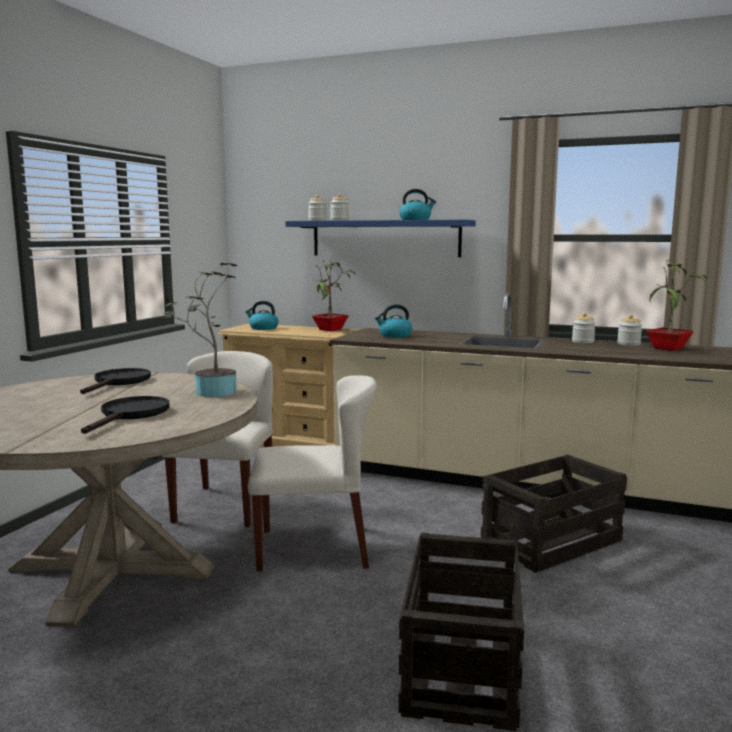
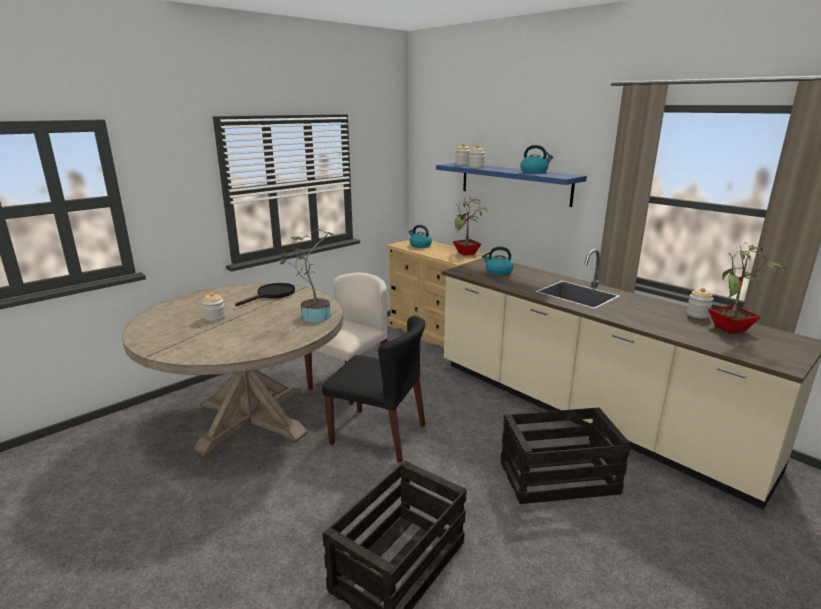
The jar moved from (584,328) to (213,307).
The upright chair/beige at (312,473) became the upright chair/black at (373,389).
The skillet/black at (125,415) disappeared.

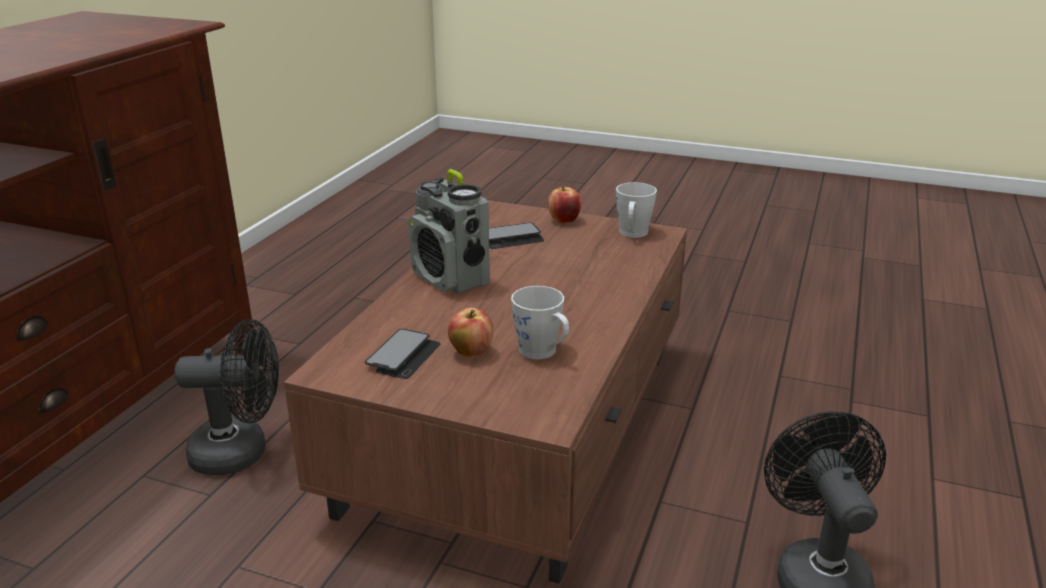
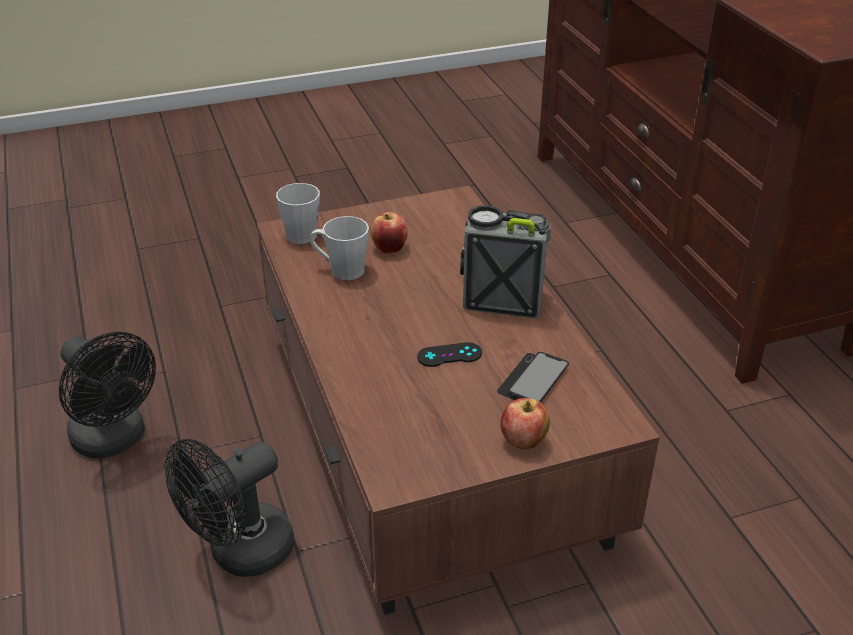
The coffee mug/grey moved from (636,210) to (298,213).
The cooling fan/black moved from (226,397) to (229,508).
The handset at (402,354) disappeared.
The joypad/black at (449,354) appeared.

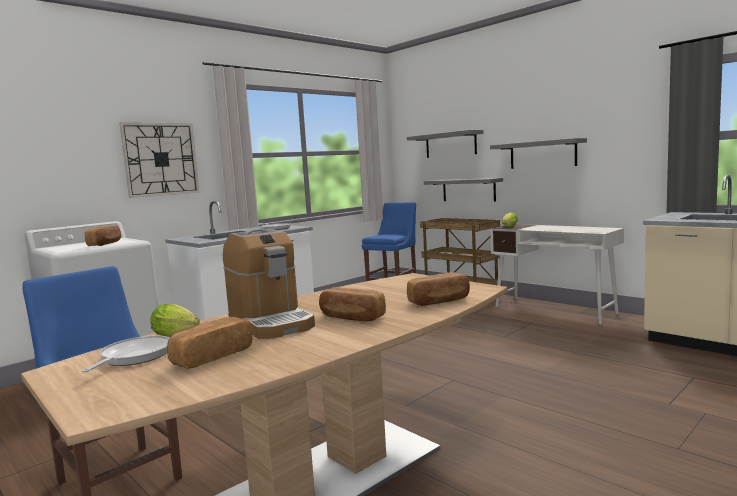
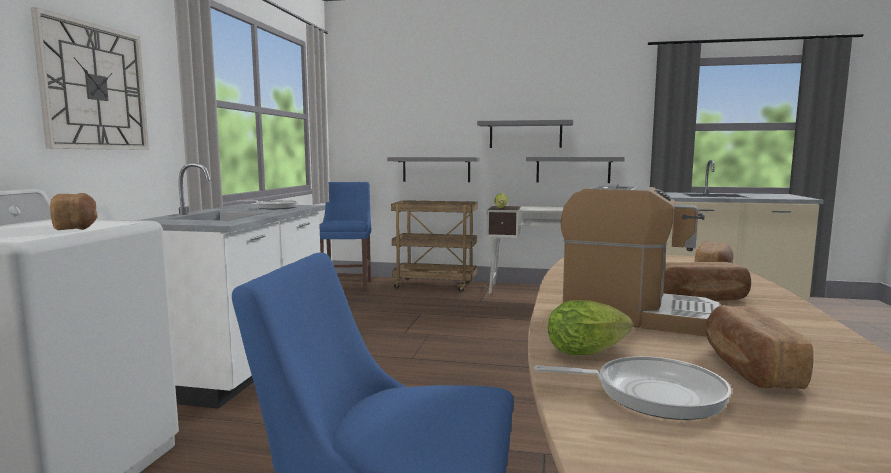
The shelf/grey moved from (445,144) to (575,170).
The skillet at (125,354) turned 120 degrees clockwise.

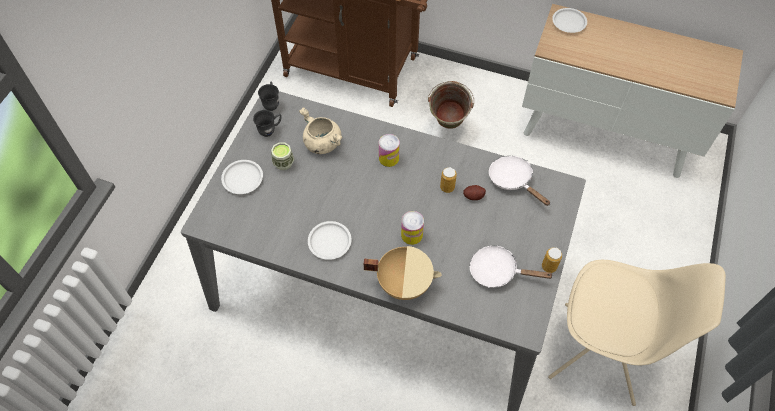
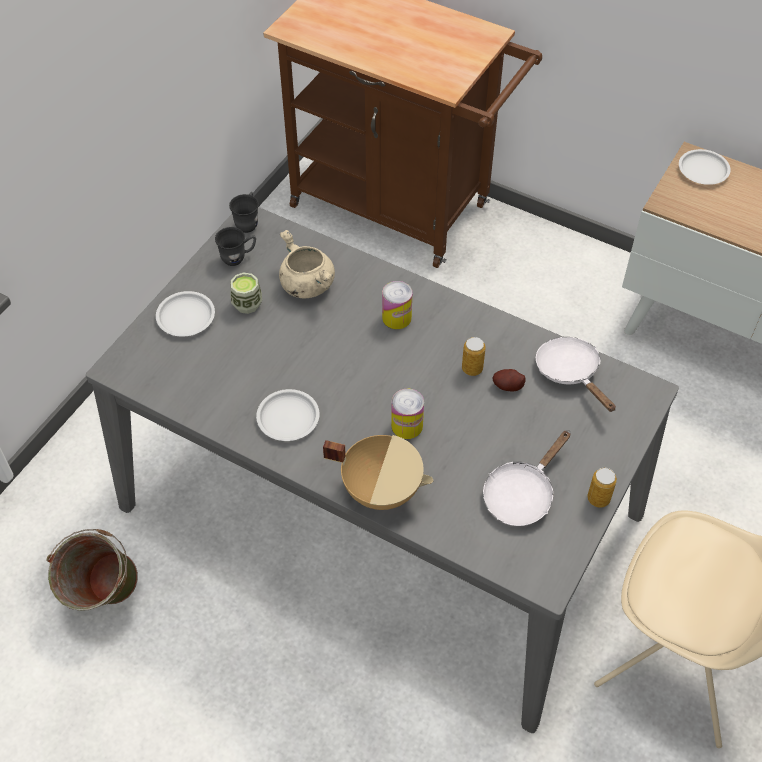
The pail/green-coloured moved from (451,105) to (92,570).
The skillet/white-coloured at (512,266) turned 75 degrees counterclockwise.

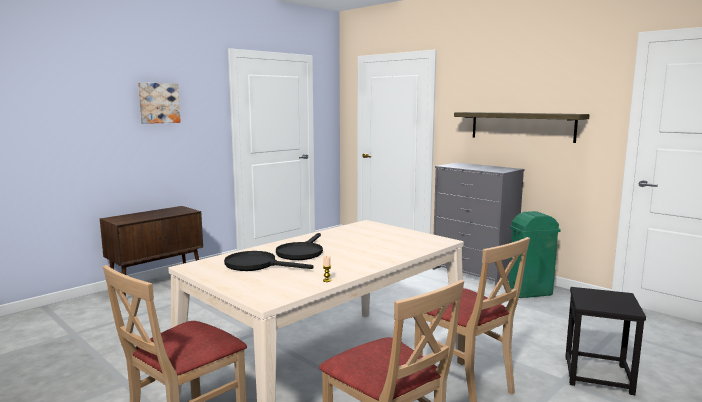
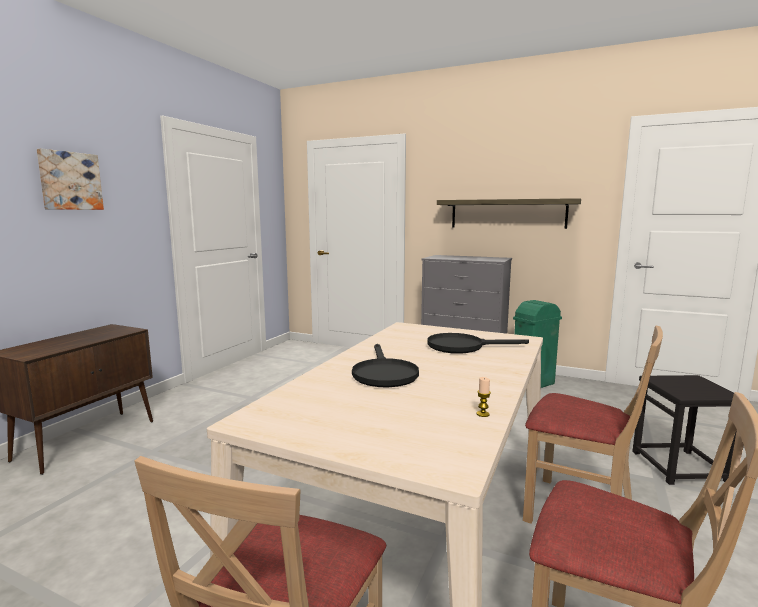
The skillet/black moved from (269,261) to (478,343).

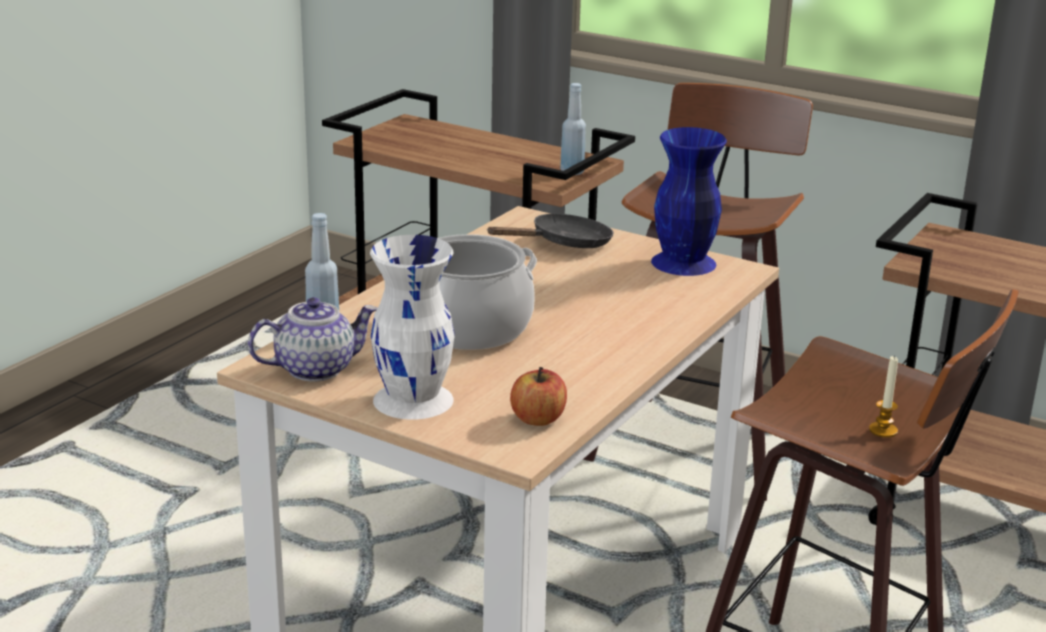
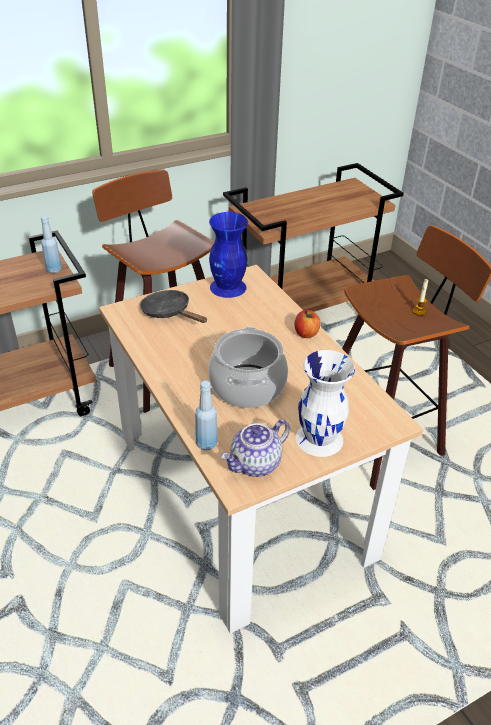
The skillet/black at (551,230) turned 45 degrees counterclockwise.
The tea pot at (312,339) turned 135 degrees counterclockwise.
The whole apple moved from (538,396) to (307,324).

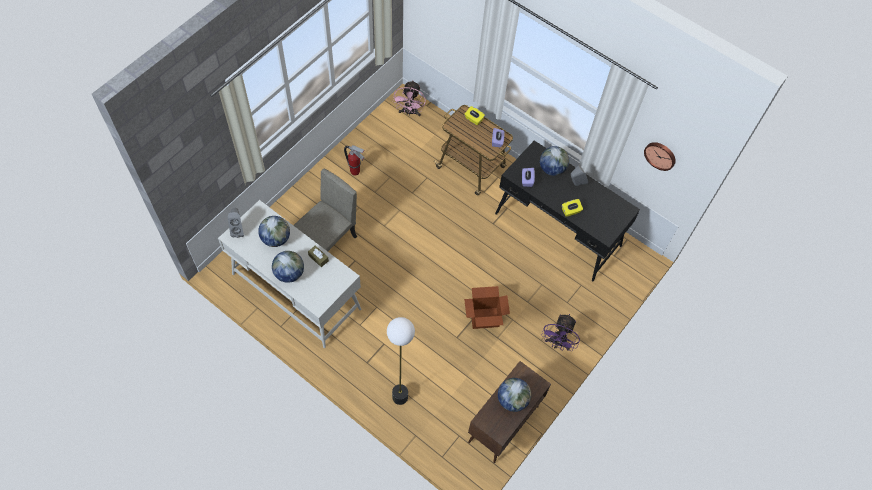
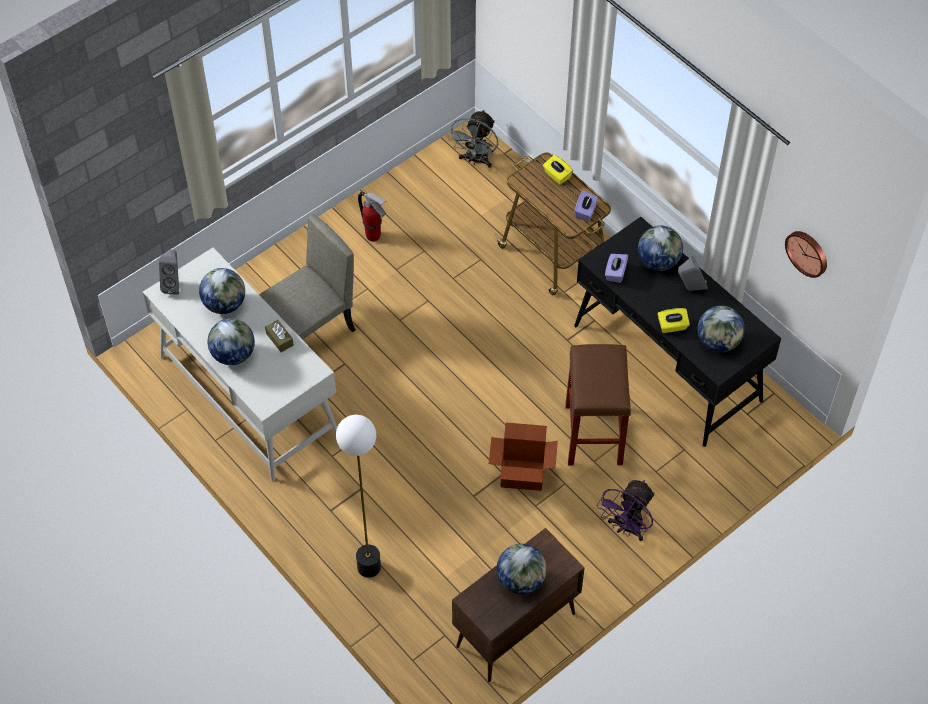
The cooling fan/pink-coloured at (409,98) became the cooling fan/grey at (473,139).
The globe at (721,329) appeared.
The stool seat/brownish at (598,404) appeared.

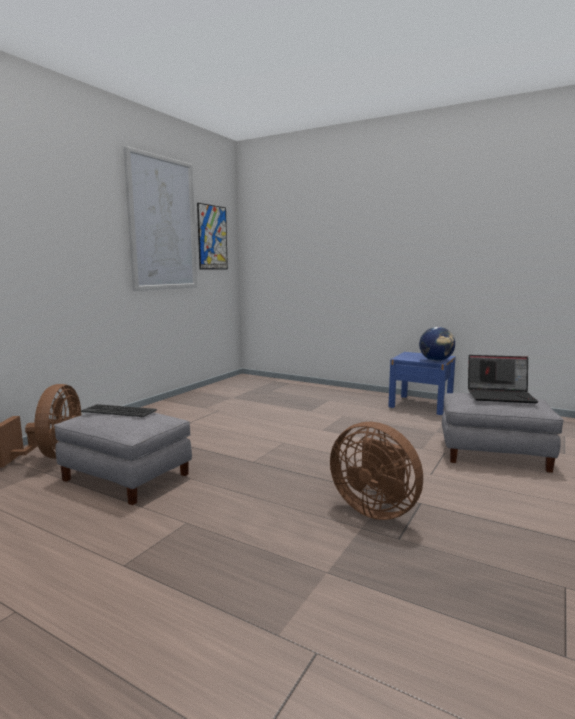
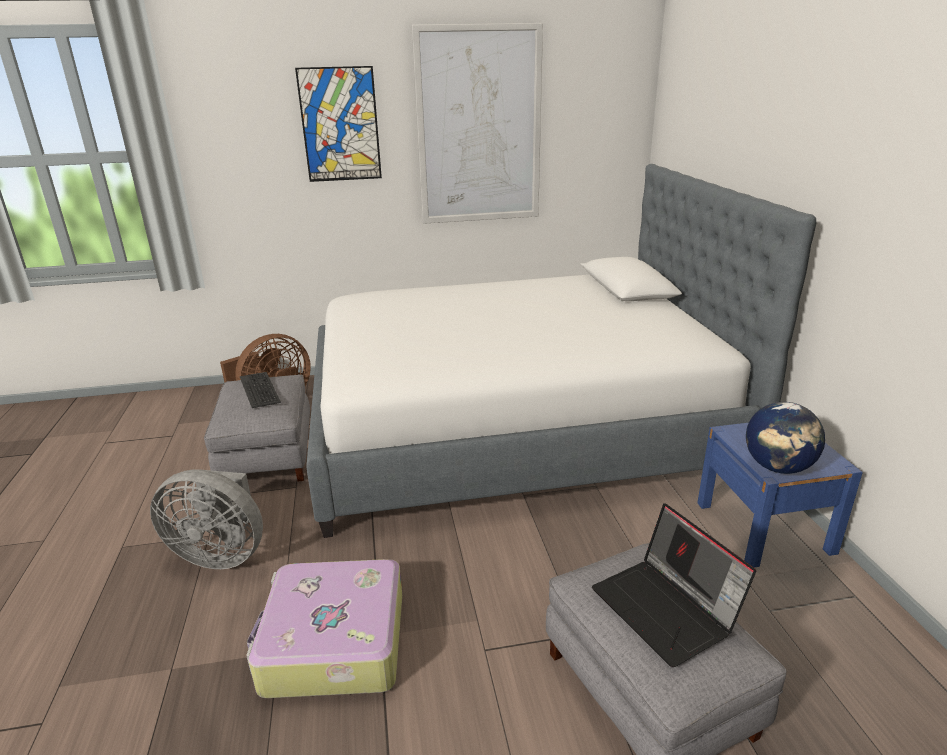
The wall picture moved from (212,236) to (338,124).
The cooling fan/brownish at (376,471) was replaced by the suitcase at (324,628).
The bedroom bed at (561,351) appeared.
The cooling fan/grey at (206,519) appeared.

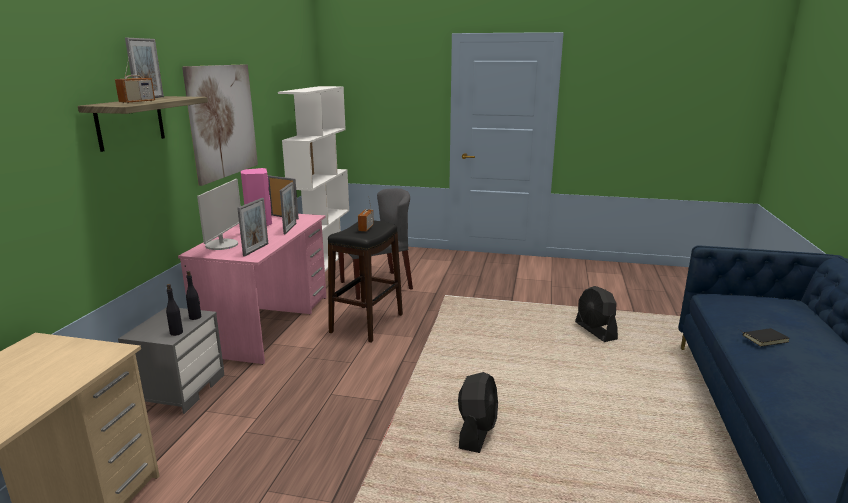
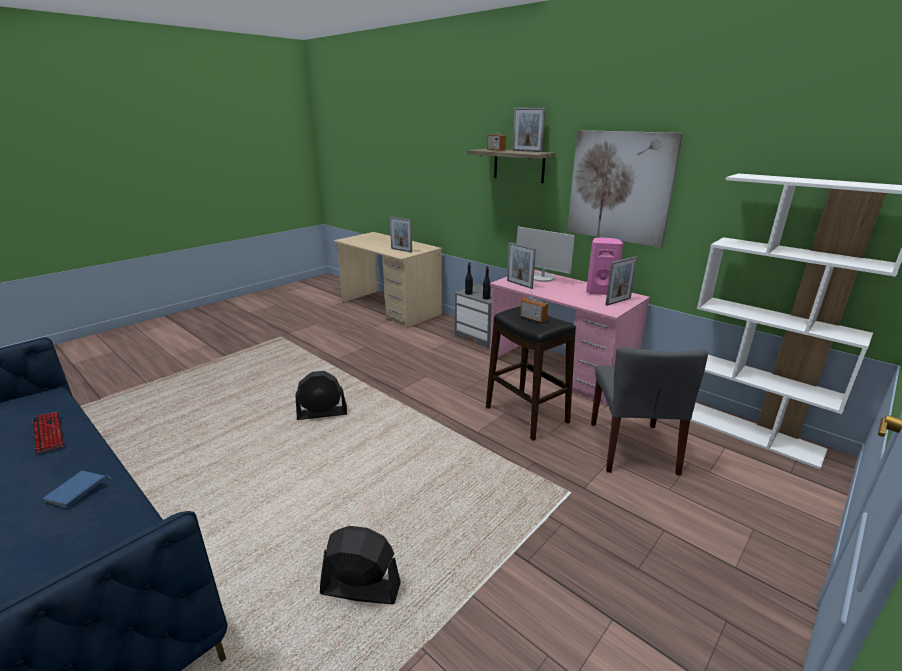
The photo frame moved from (288,208) to (401,235).
The bound book/black at (764,337) became the bound book/bluish at (77,489).
The cooling fan/black at (478,412) turned 60 degrees counterclockwise.
The computer keyboard at (48,433) appeared.

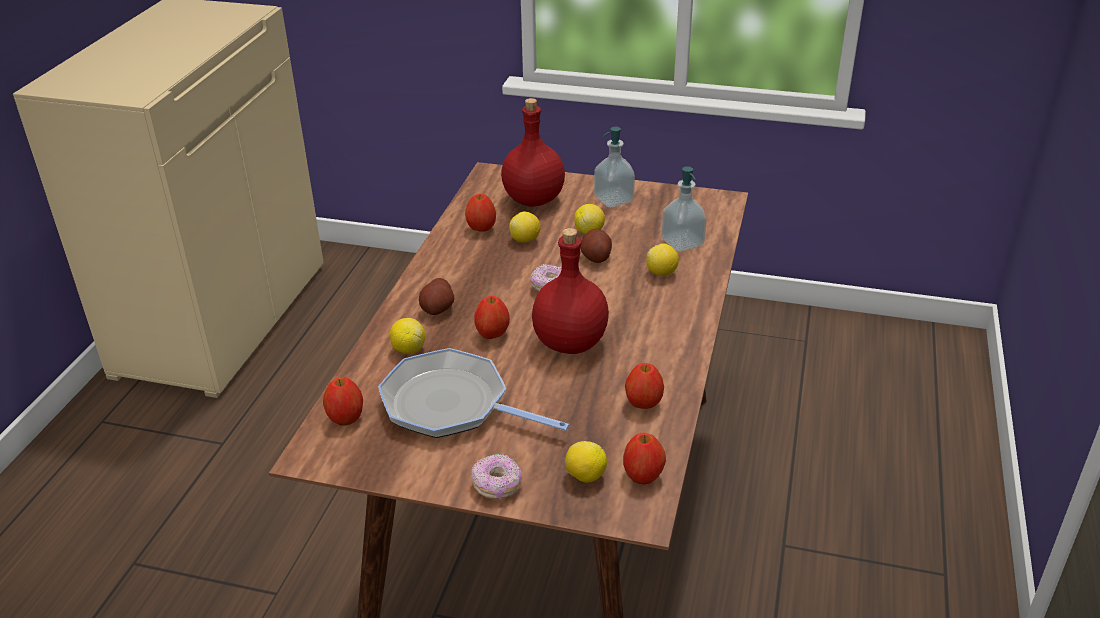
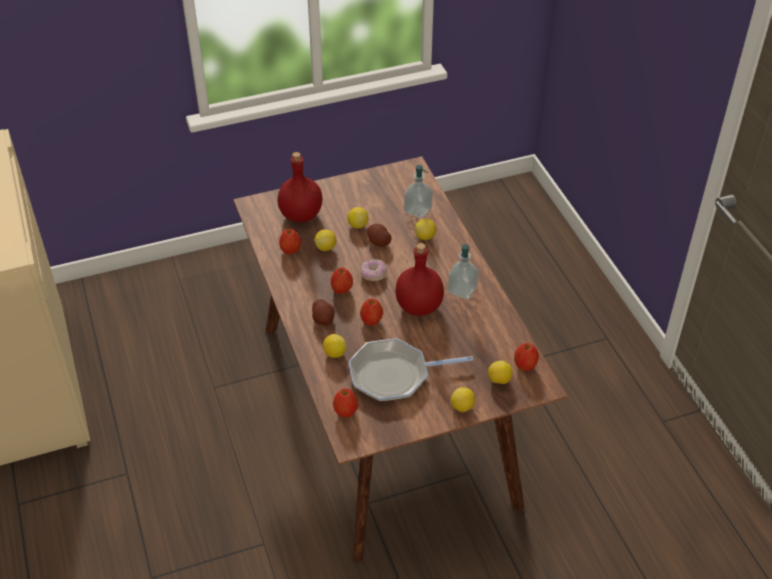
The soap dispenser moved from (614,167) to (463,271).
The whole apple moved from (644,386) to (342,281).
The ring doughnut at (496,476) was replaced by the citrus fruit at (463,399).

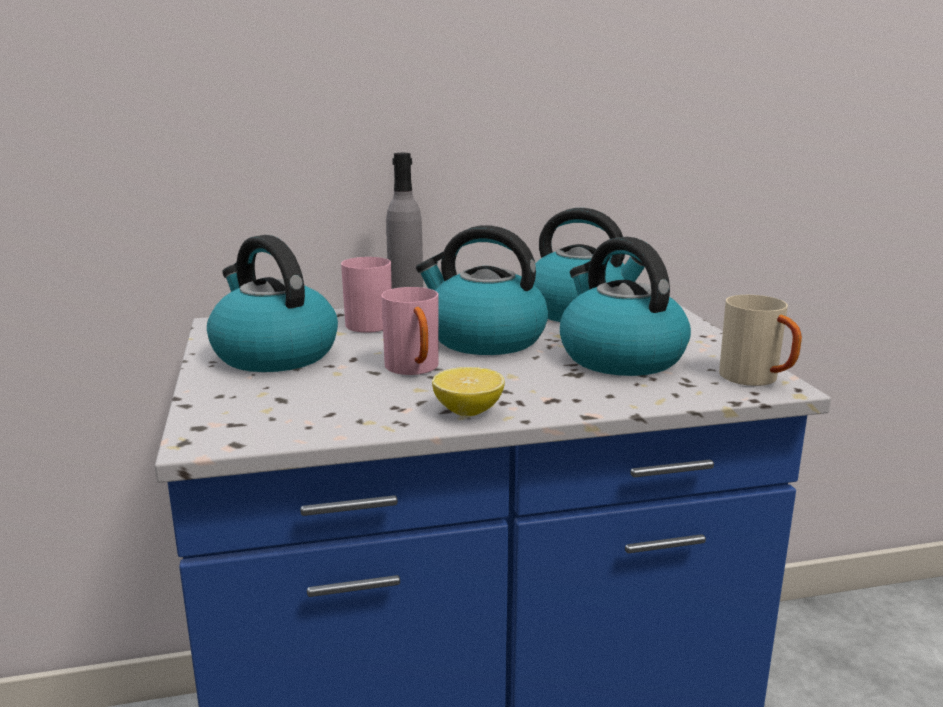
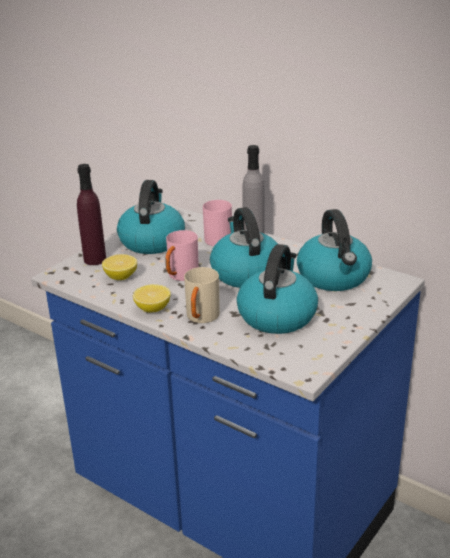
The coffee mug/beige moved from (760,340) to (202,295).
The beverage bottle/purple-coloured at (91,214) appeared.
The citrus fruit at (119,267) appeared.

